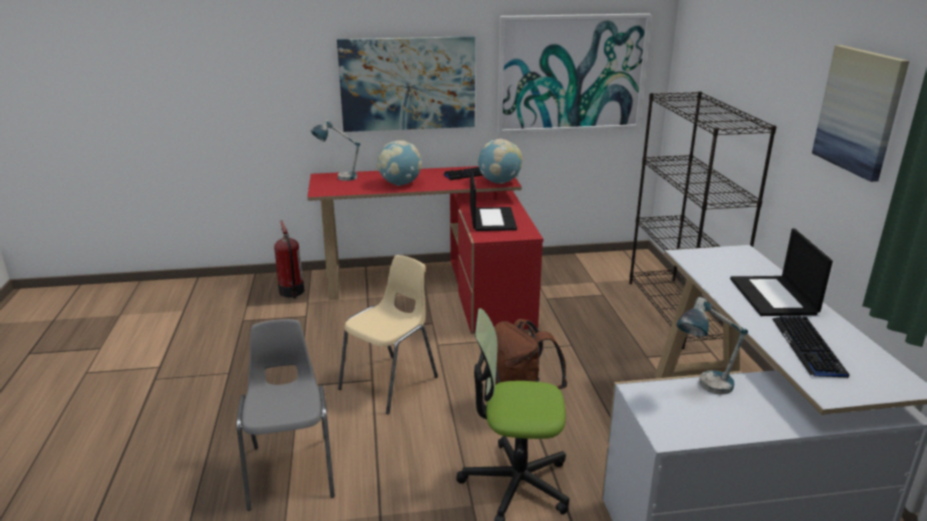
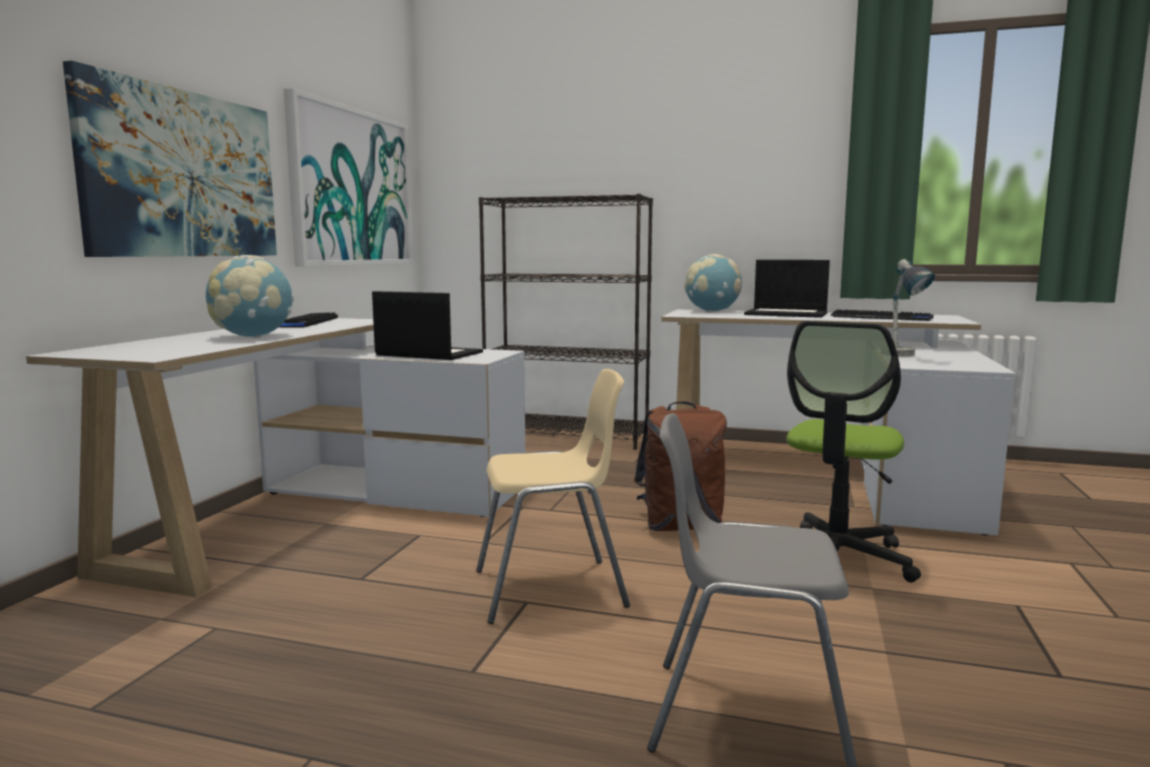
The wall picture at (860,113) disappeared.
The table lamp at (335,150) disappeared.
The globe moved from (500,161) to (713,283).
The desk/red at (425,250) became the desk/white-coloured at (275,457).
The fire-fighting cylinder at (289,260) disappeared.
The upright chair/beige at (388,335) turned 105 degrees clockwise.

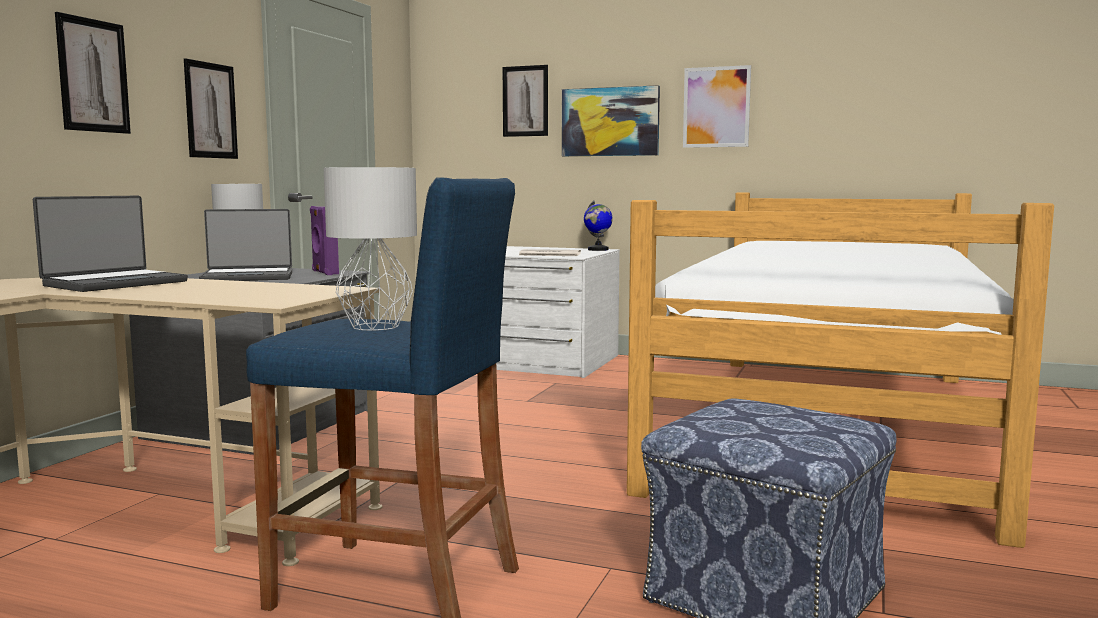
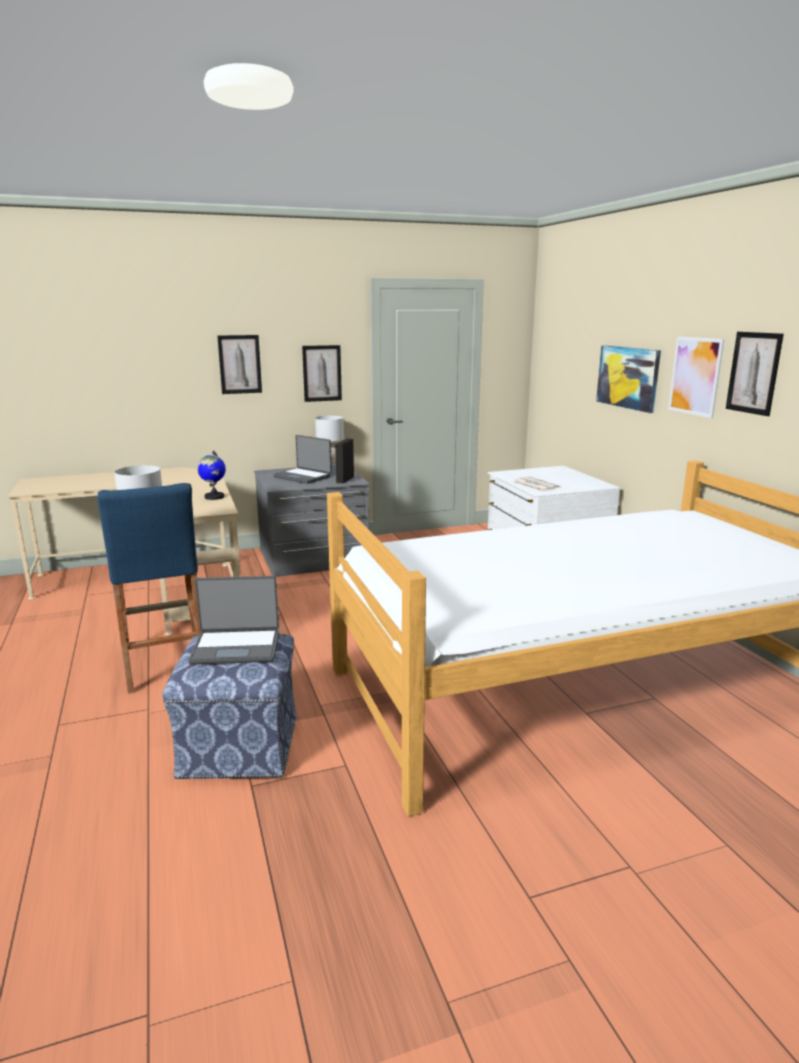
The wall picture moved from (525,101) to (755,374).
The portable computer moved from (110,244) to (233,620).
The globe moved from (598,226) to (211,475).
The audio speaker/purple-coloured at (324,240) became the audio speaker/black at (344,461).

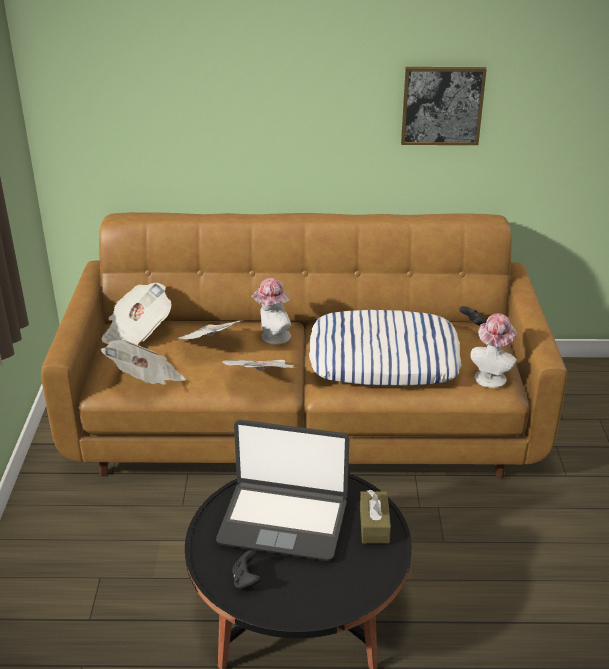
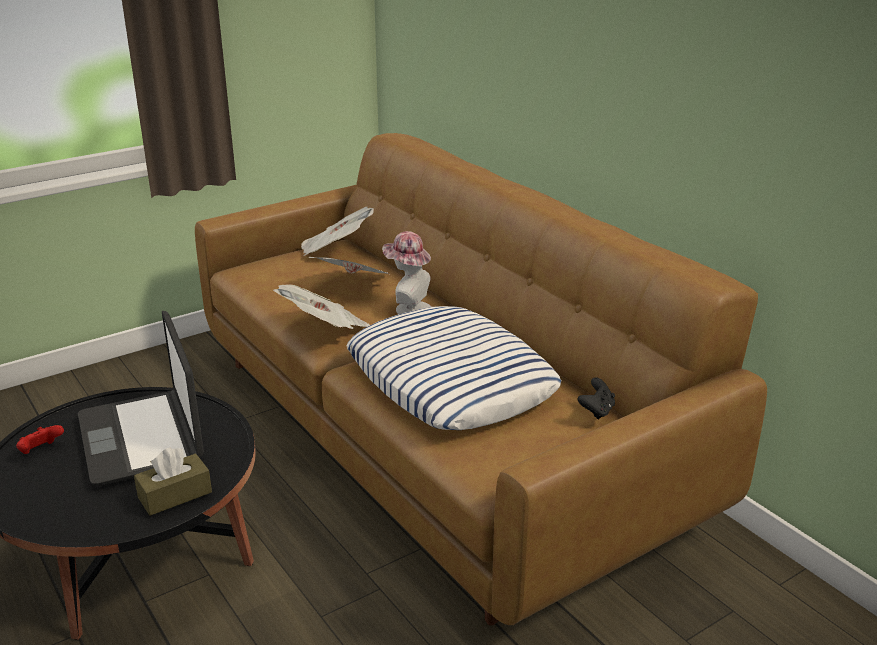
The wall picture at (444,106) disappeared.
The wearable hat at (493,350) disappeared.
The daily paper at (143,362) disappeared.
The joypad/black at (246,570) became the joypad/red at (40,439).

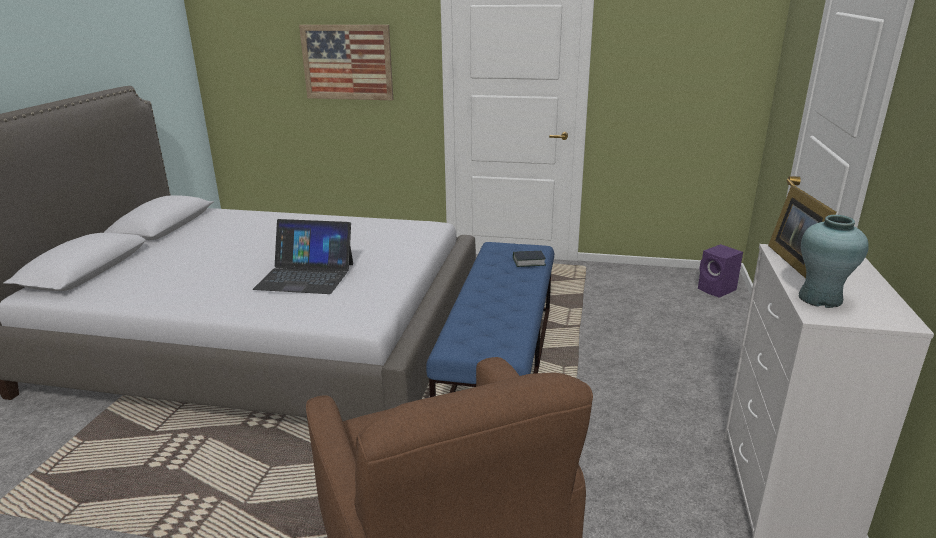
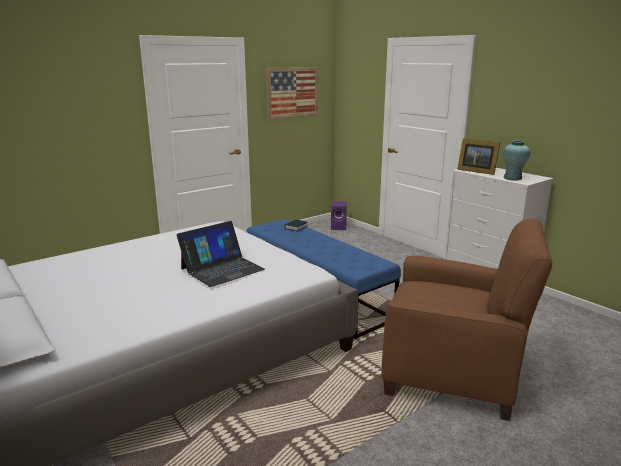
The wall picture moved from (346,62) to (292,93).

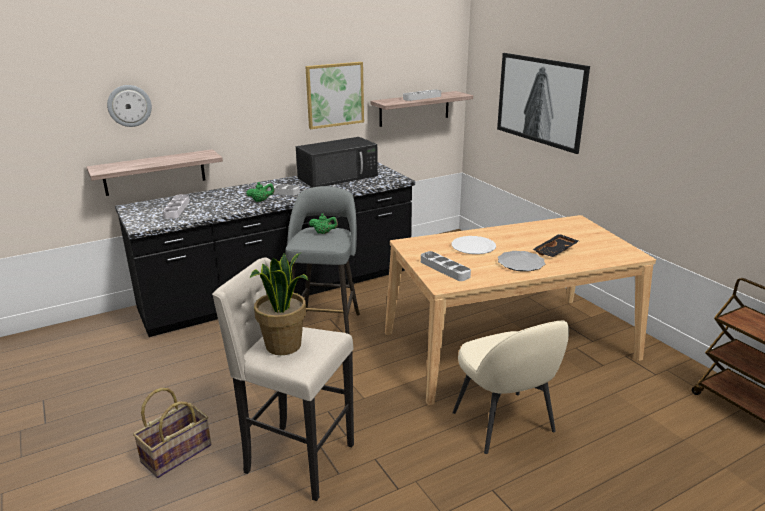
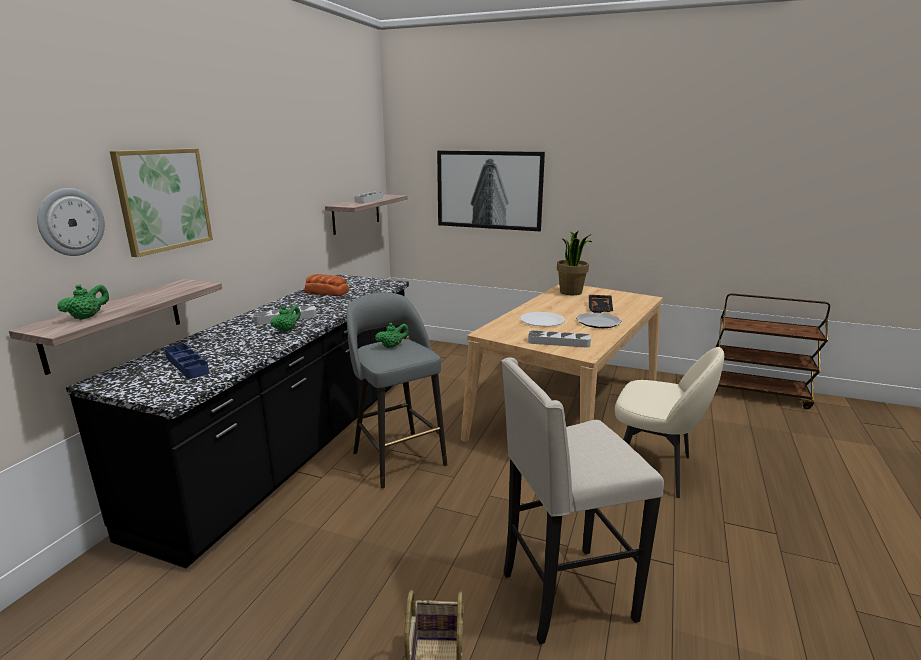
The wall picture moved from (334,95) to (161,202).
The kitchen microwave/black at (337,162) was replaced by the baked bread at (326,285).
The carrying tray/white-coloured at (176,206) became the carrying tray/bluish at (187,361).
The plant in a pot moved from (279,304) to (574,263).
The tea pot/green-coloured at (83,302) appeared.

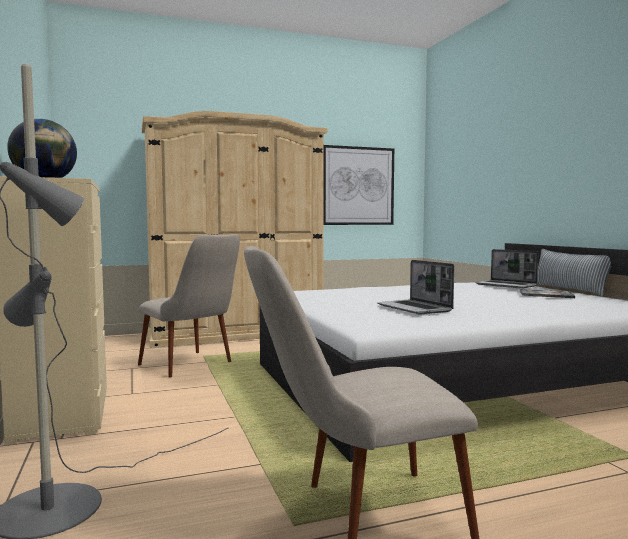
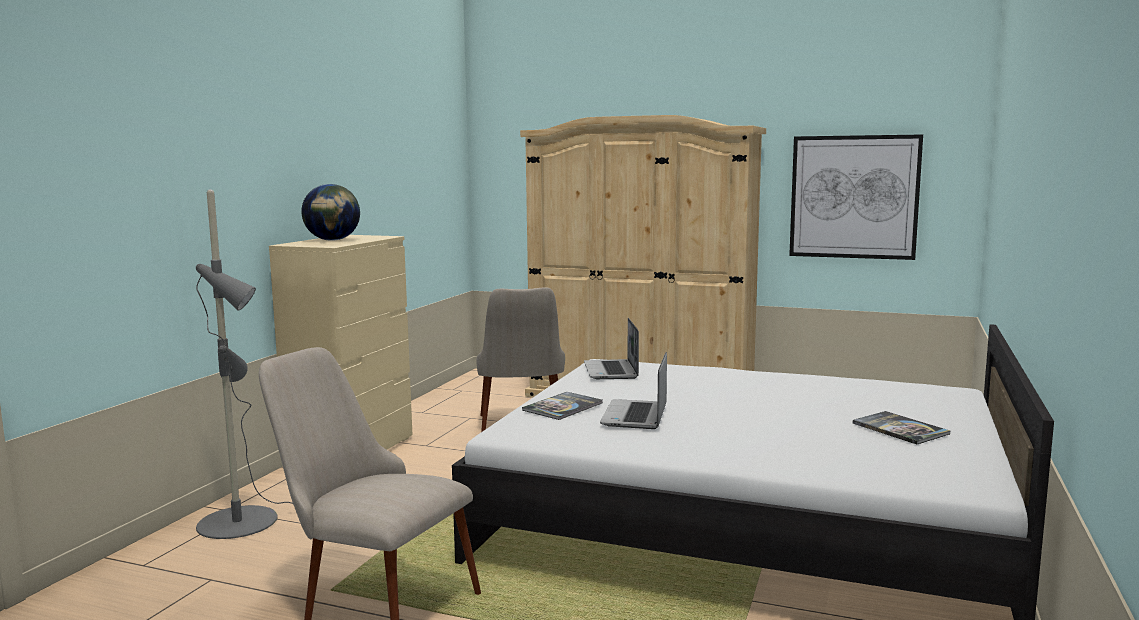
The portable computer moved from (507,269) to (611,348).
The cushion at (574,272) disappeared.
The bound book at (562,406) appeared.

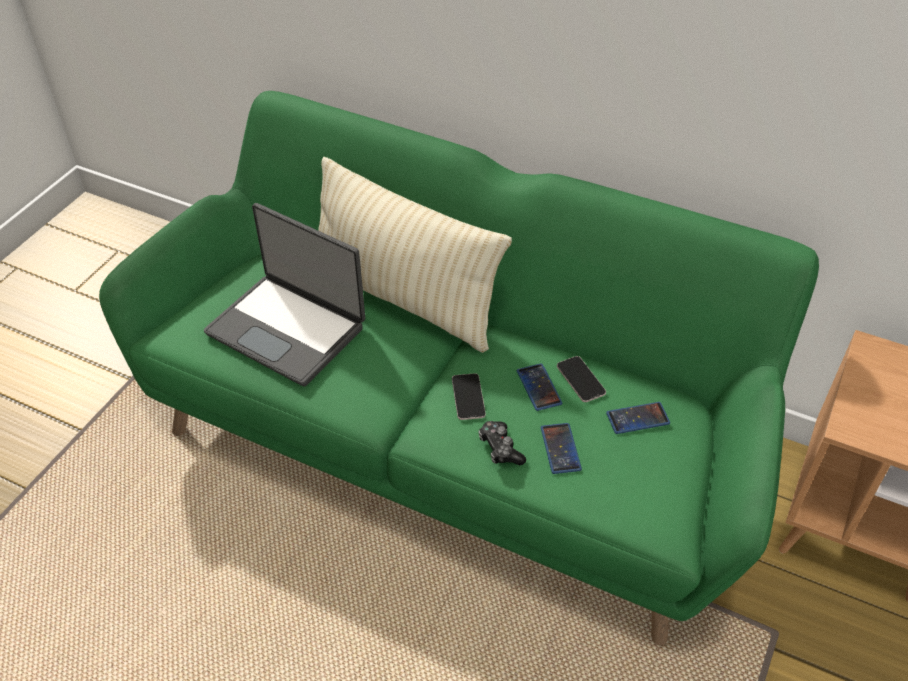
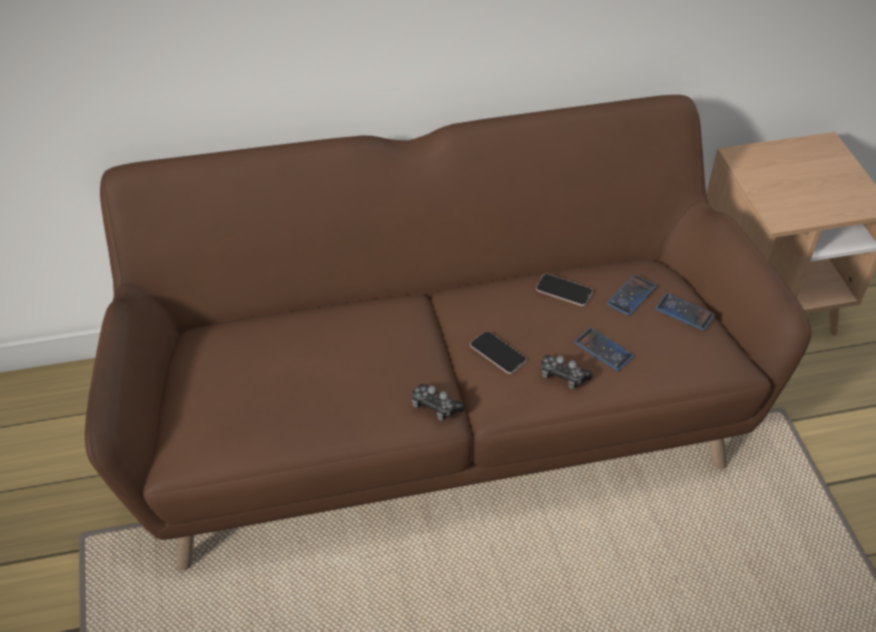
The sofa/green-coloured at (459,368) became the sofa/brownish at (448,332).
The cushion/beige at (415,255) disappeared.
The portable computer at (284,295) disappeared.
The handset moved from (539,387) to (685,312).
The joypad at (438,402) appeared.

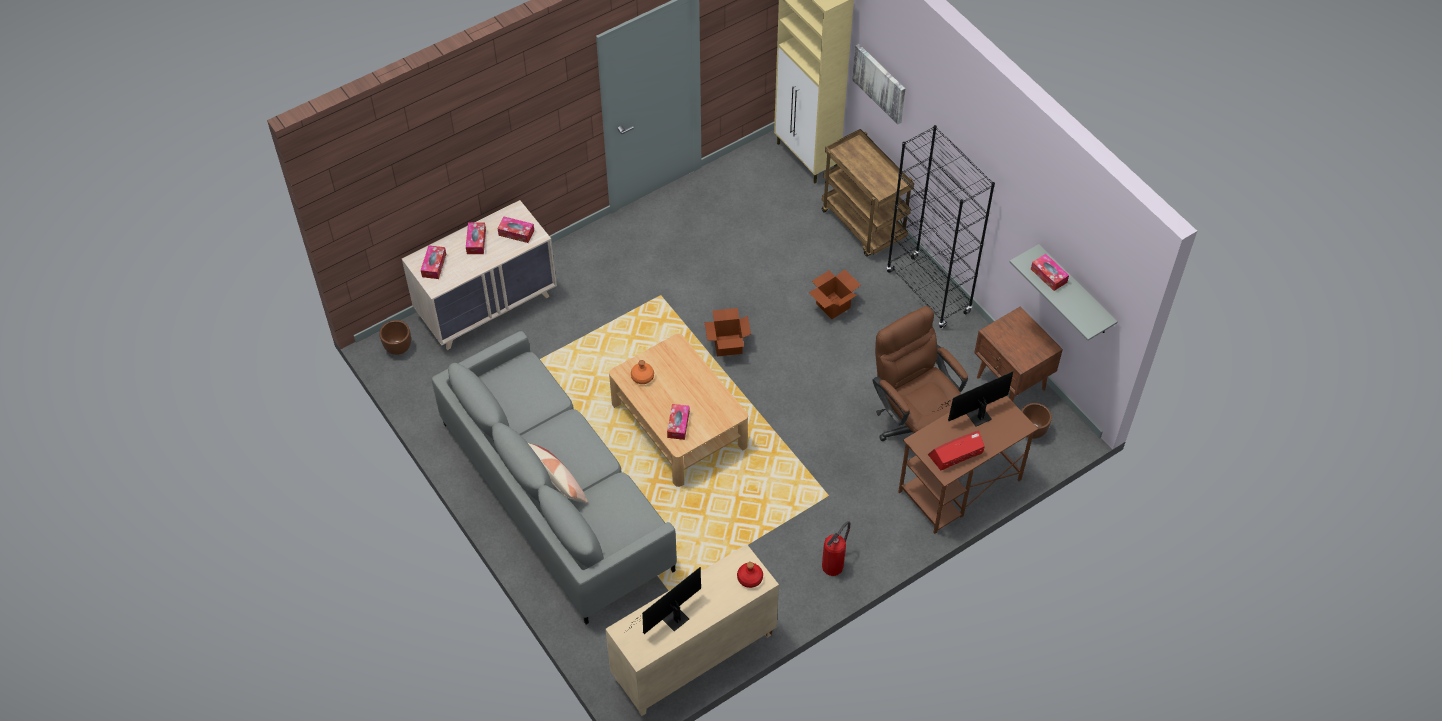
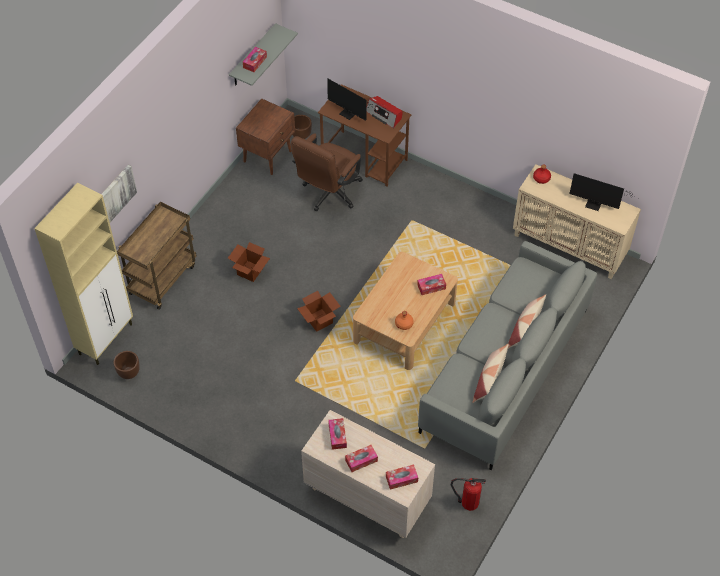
The shelving unit/black at (940,226) disappeared.
The plant pot/brownish moved from (395,337) to (127,365).
The fire-fighting cylinder moved from (836,549) to (468,494).
The cushion at (490,373) appeared.

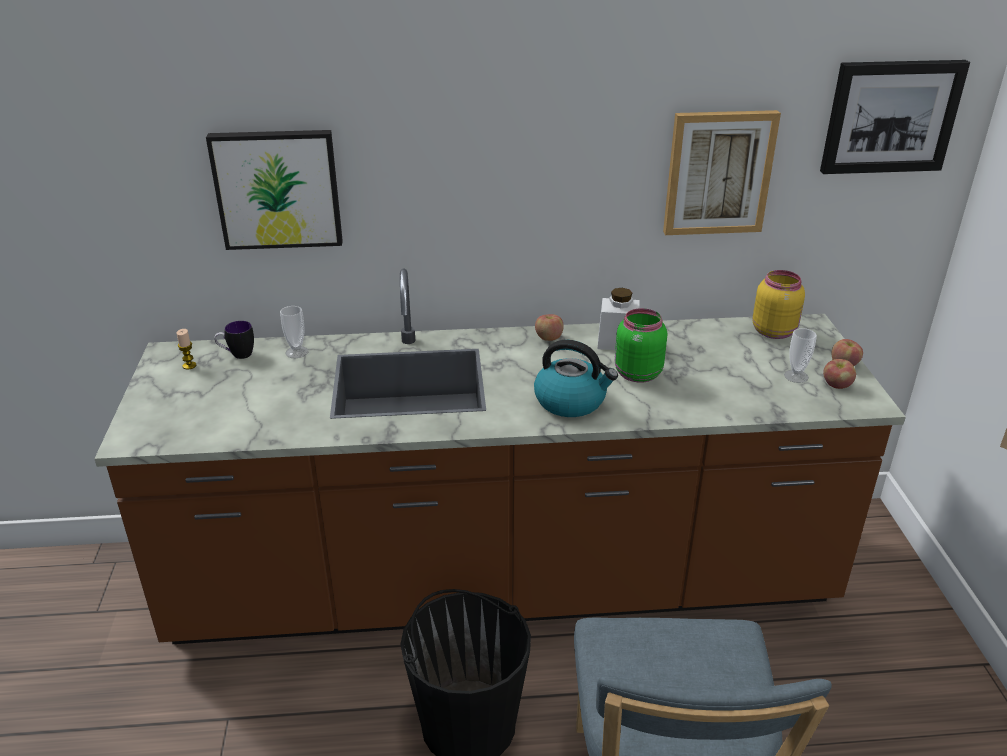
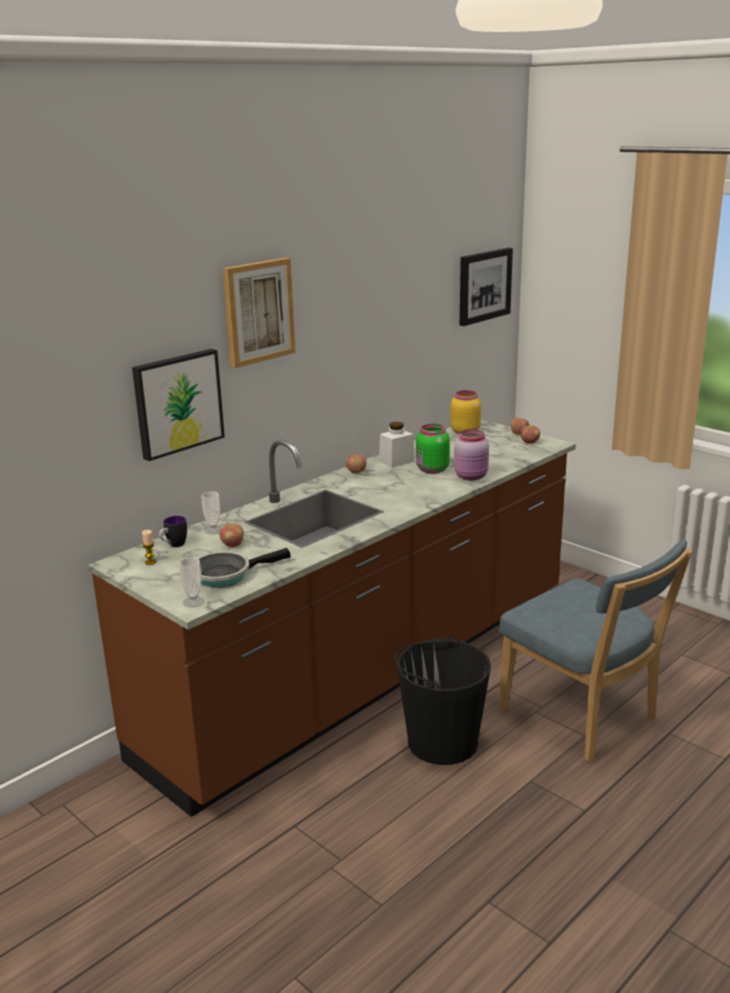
The wall picture moved from (722,172) to (259,313).
The drinking cup moved from (800,355) to (192,582).
The kettle at (576,378) disappeared.
The jar/pink-coloured at (471,455) appeared.
The whole apple at (231,535) appeared.
The skillet at (244,568) appeared.

